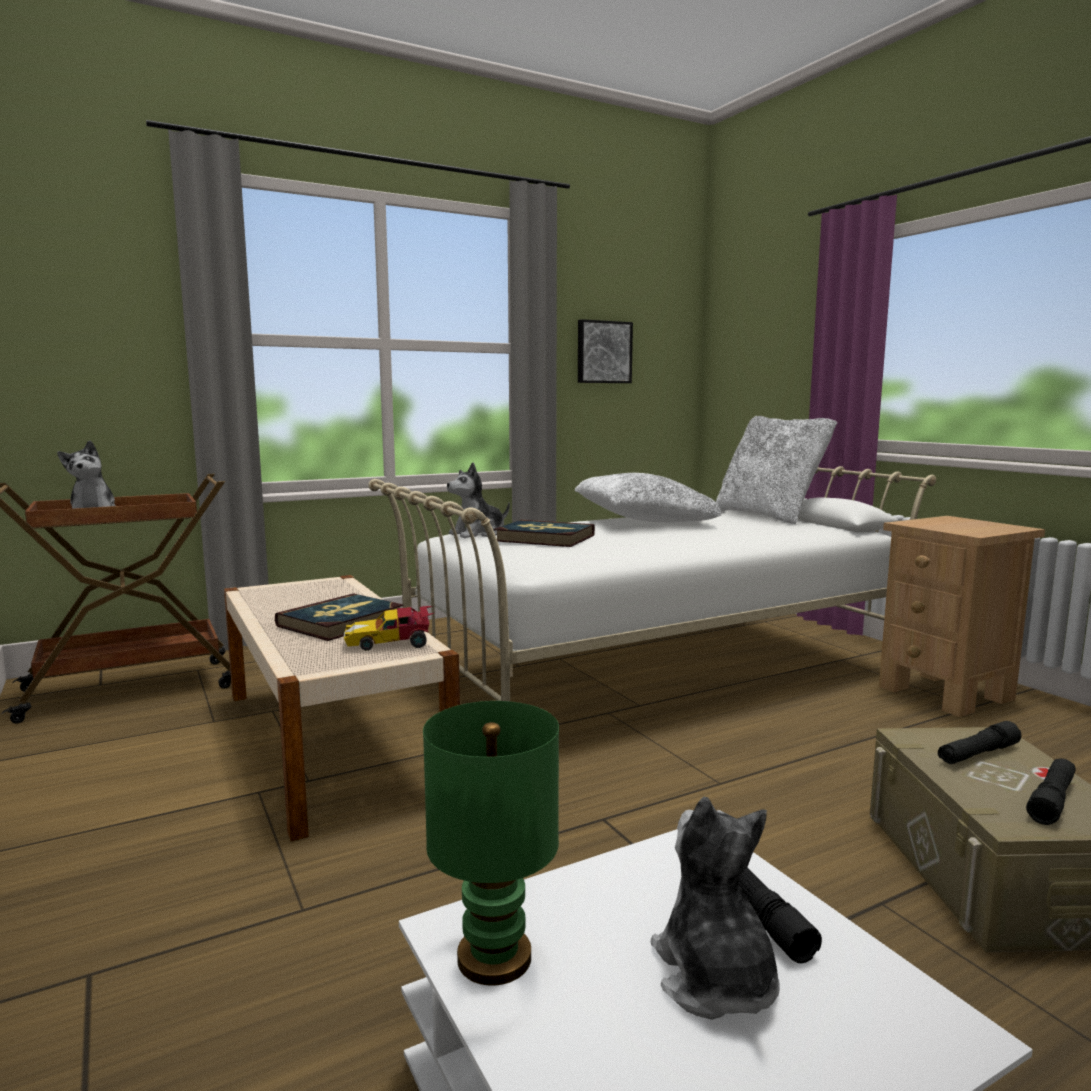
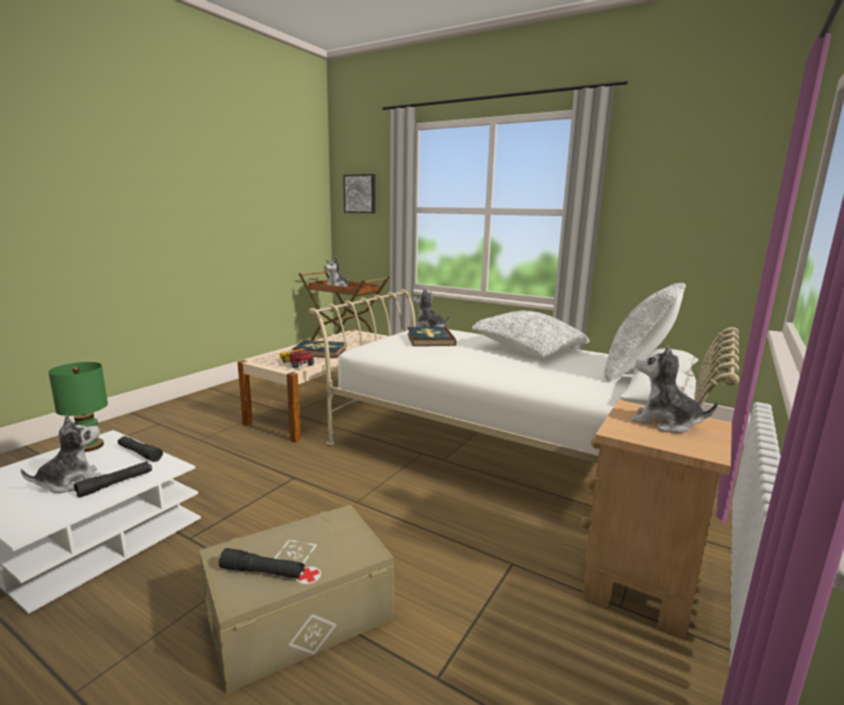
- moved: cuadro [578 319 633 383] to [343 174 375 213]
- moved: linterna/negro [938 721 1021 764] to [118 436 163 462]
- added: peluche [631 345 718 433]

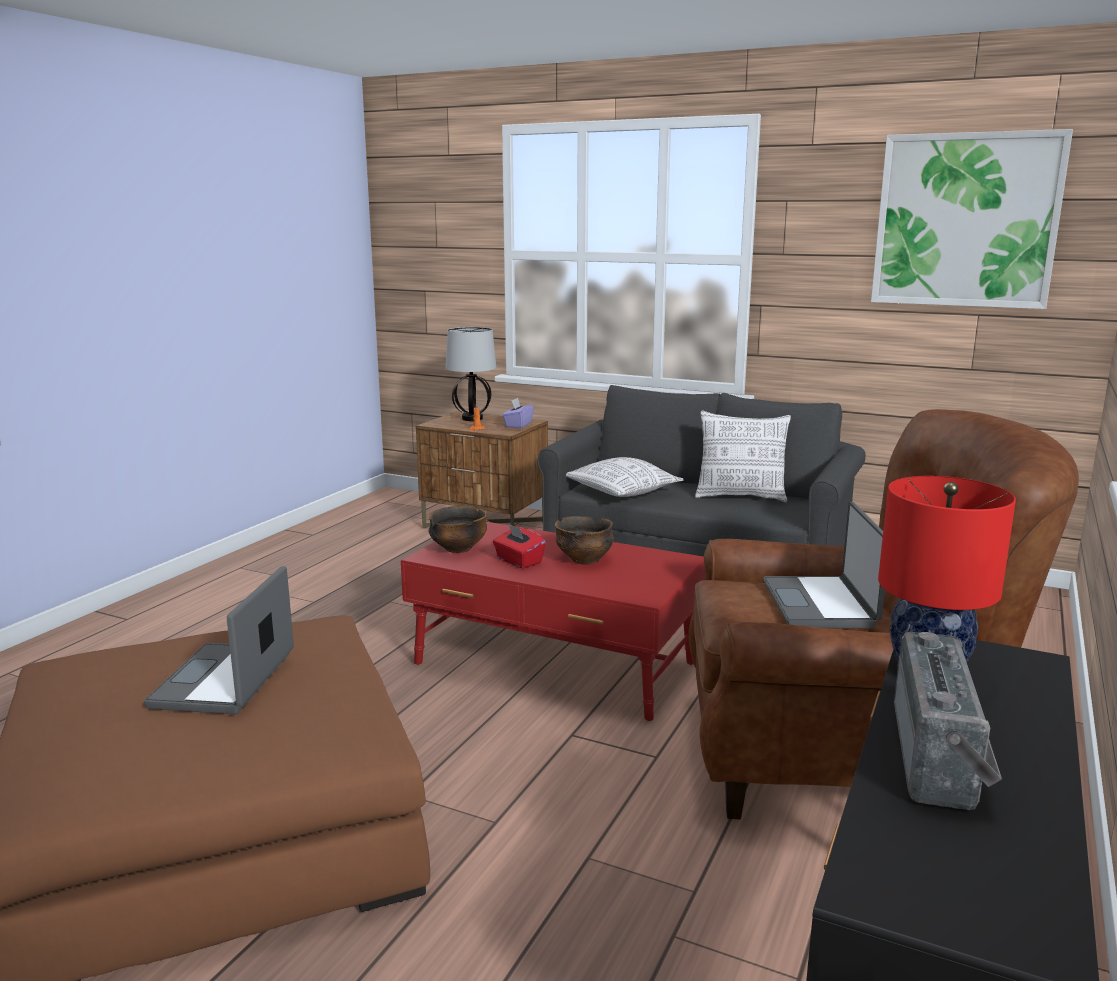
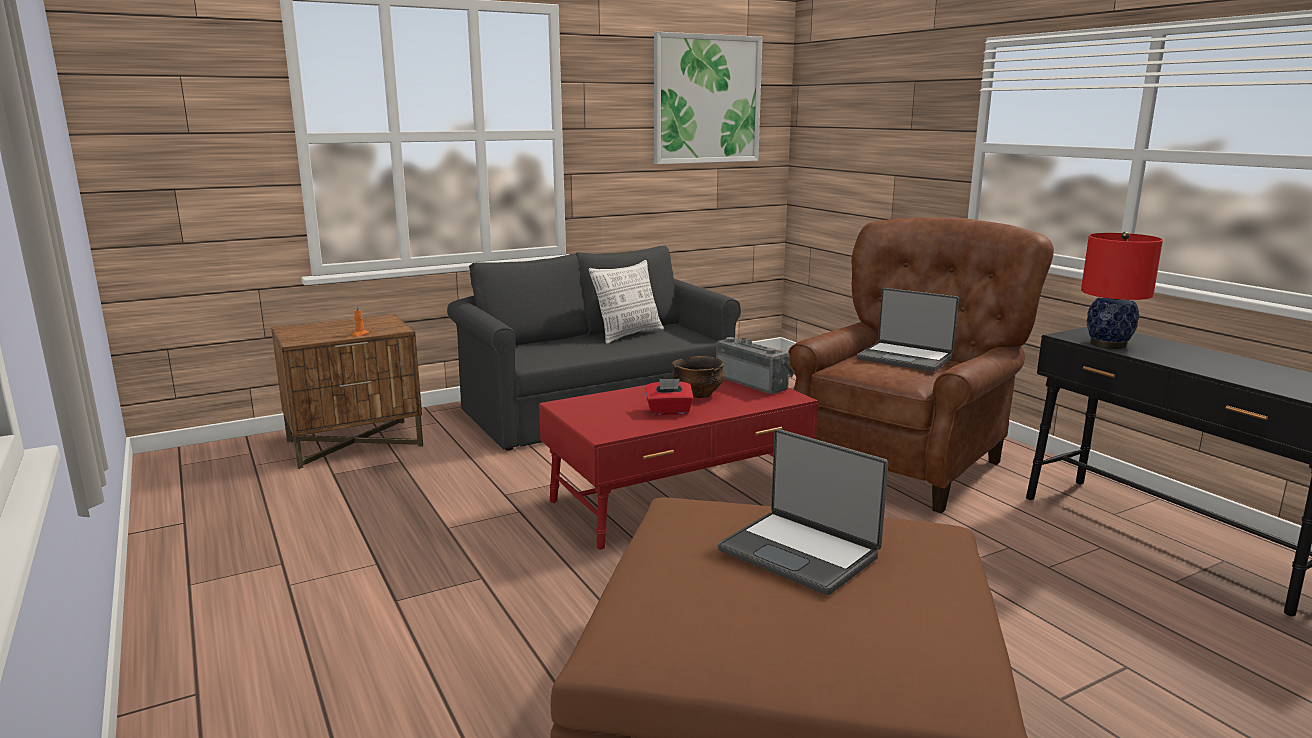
- removed: cuenco [429 506 487 553]
- removed: lámpara de mesa [446 327 496 421]
- removed: caja de pañuelos/morado [502 398 534 429]
- removed: cojín [566 457 684 497]
- moved: radio [894 632 1002 810] to [716 337 795 394]

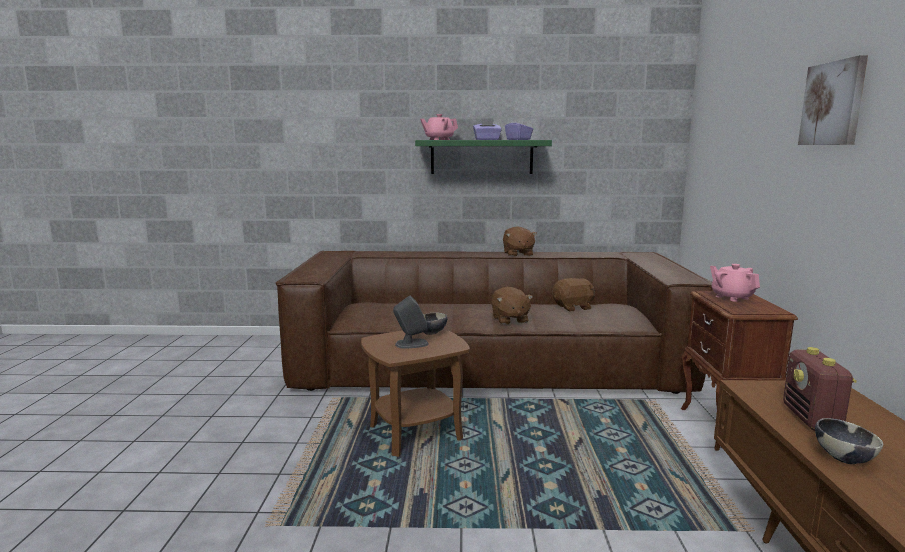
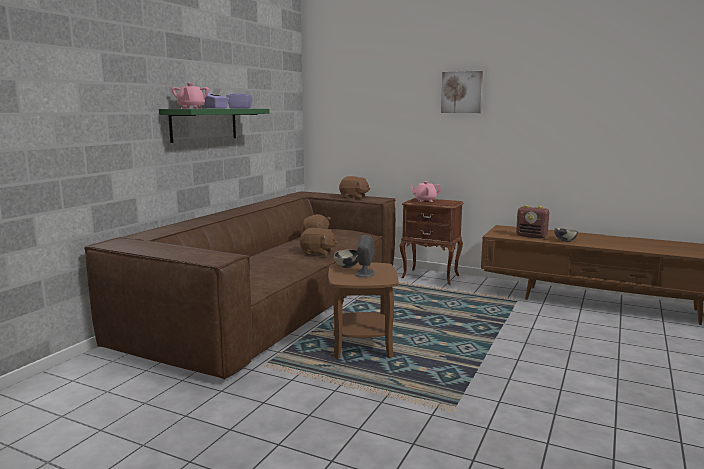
- moved: peluche/marrón [503 226 537 257] to [339 176 370 199]

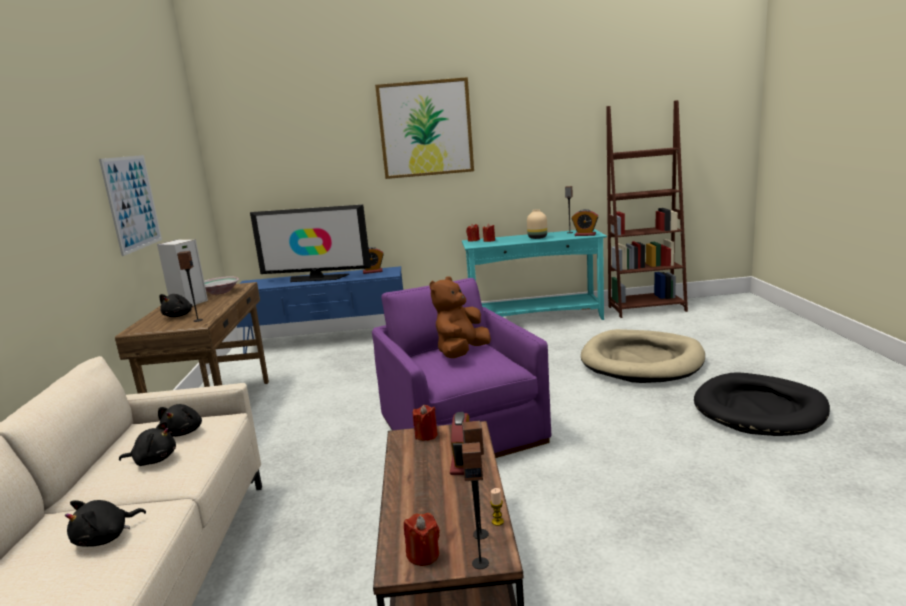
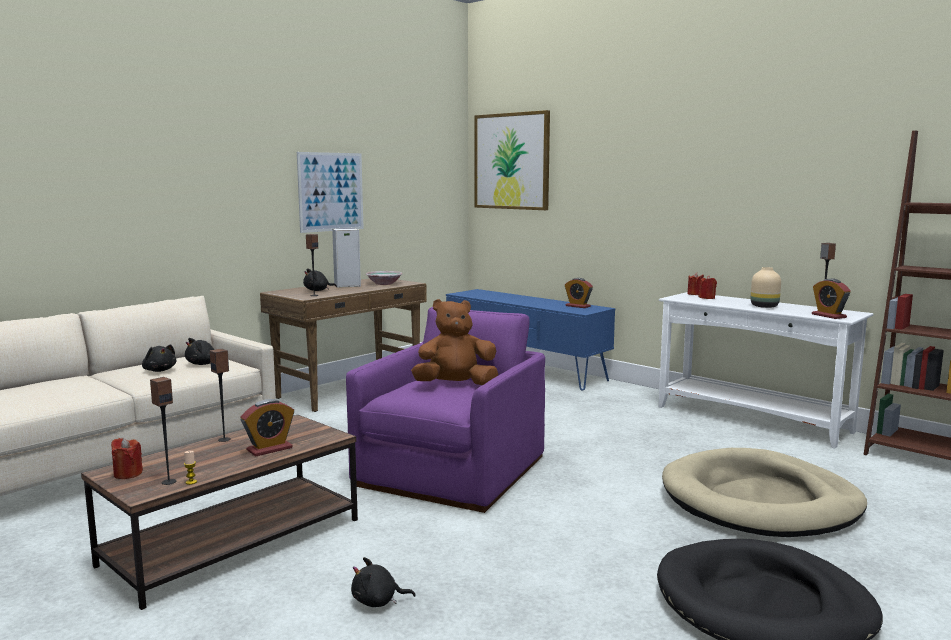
- moved: peluche/negro [65 500 146 547] to [351 557 416 607]
- removed: televisor [250 204 371 282]
- moved: cuadro [375 77 474 179] to [475 110 550 210]
- removed: vela/rojo [413 404 438 441]
- recoloured: mesa consola/turquesa [462 229 607 320] to mesa consola/blanco [658 292 873 448]
- moved: altavoz [462 442 489 569] to [210 349 231 442]

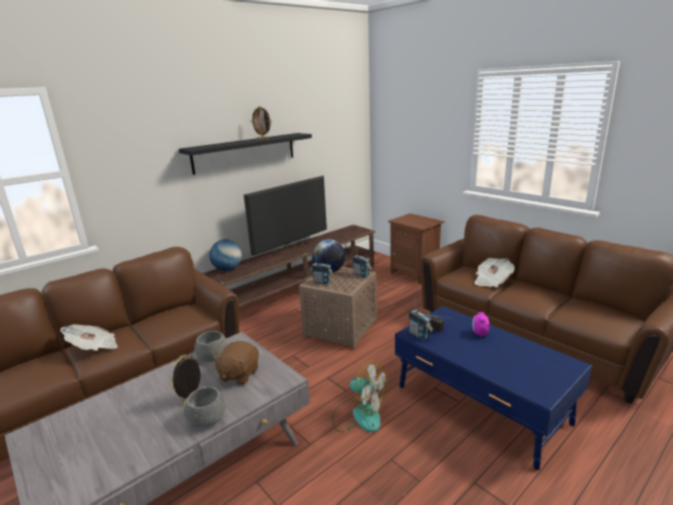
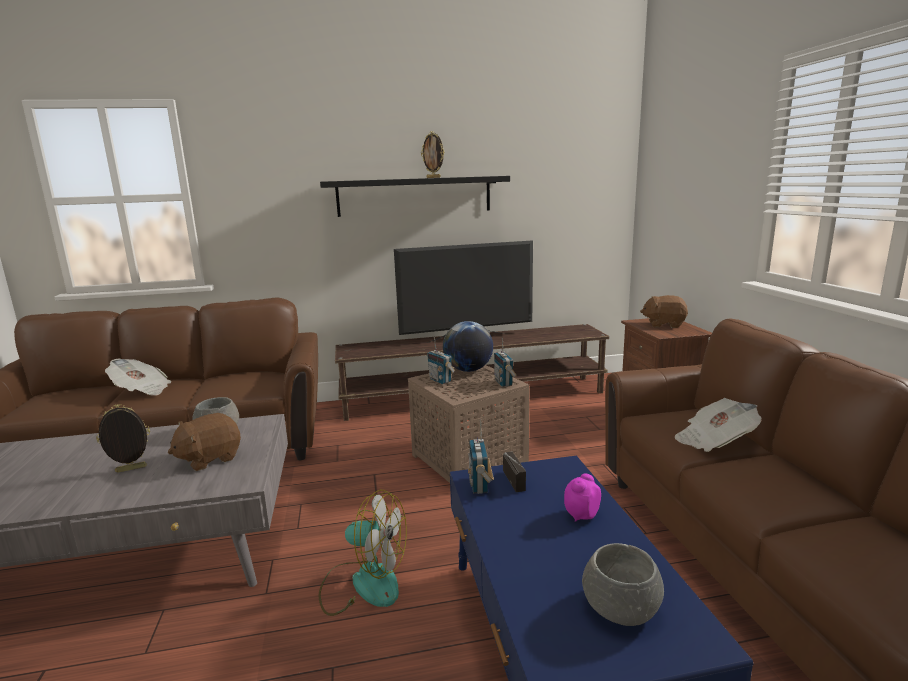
- moved: cuenco/gris [184 387 226 428] to [582 543 664 626]
- removed: globo terráqueo [209 239 242 271]
- turned: ventilador [332 361 388 432] = [318 490 407 616] 45 degrees counterclockwise
- added: peluche/marrón [640 295 688 328]

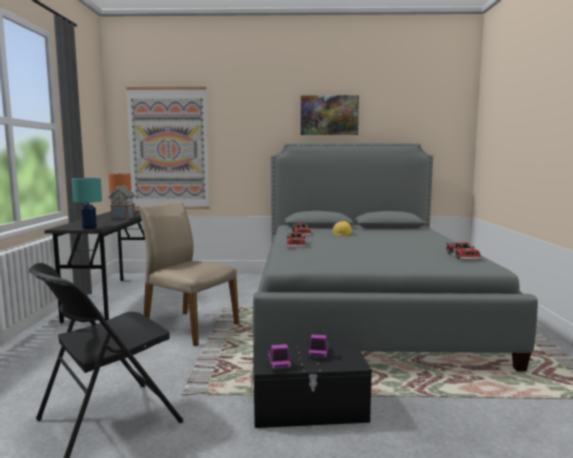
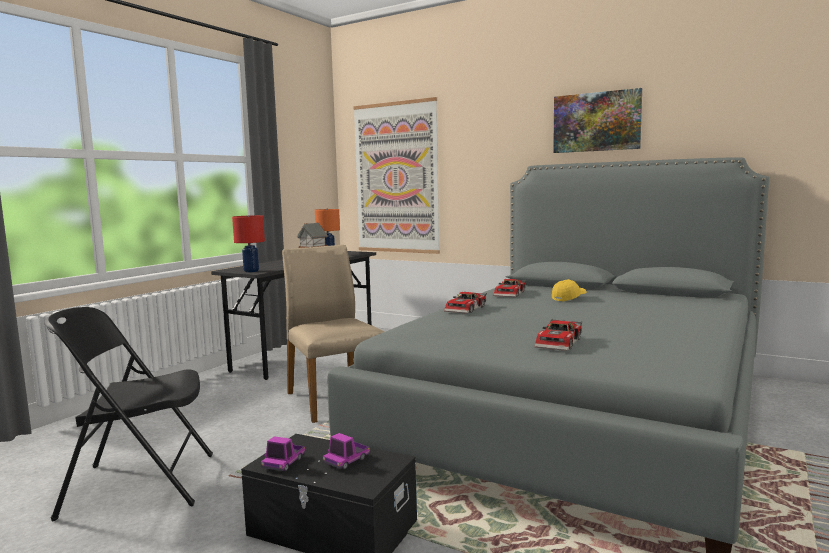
- recoloured: lámpara de mesa/turquesa [71 177 102 229] to lámpara de mesa/rojo [232 215 265 272]
- moved: coche de juguete [446 242 482 260] to [535 319 582 351]

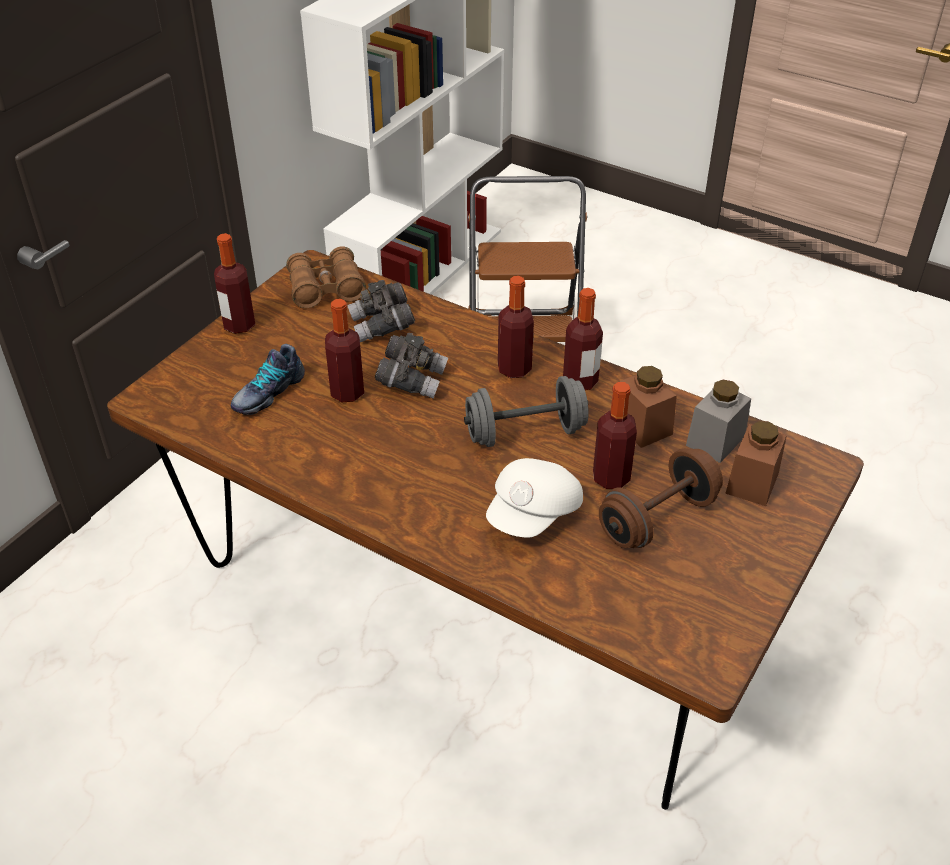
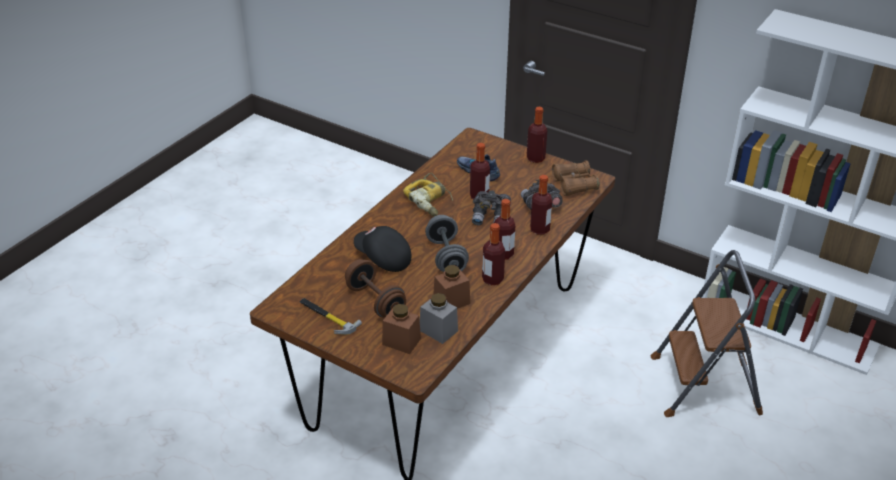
- recoloured: gorra/blanco [486 458 583 537] to gorra/negro [354 226 411 272]
- moved: botella [593 382 637 489] to [530 175 552 234]
- added: martillo [300 298 362 335]
- added: taladro [403 172 453 216]

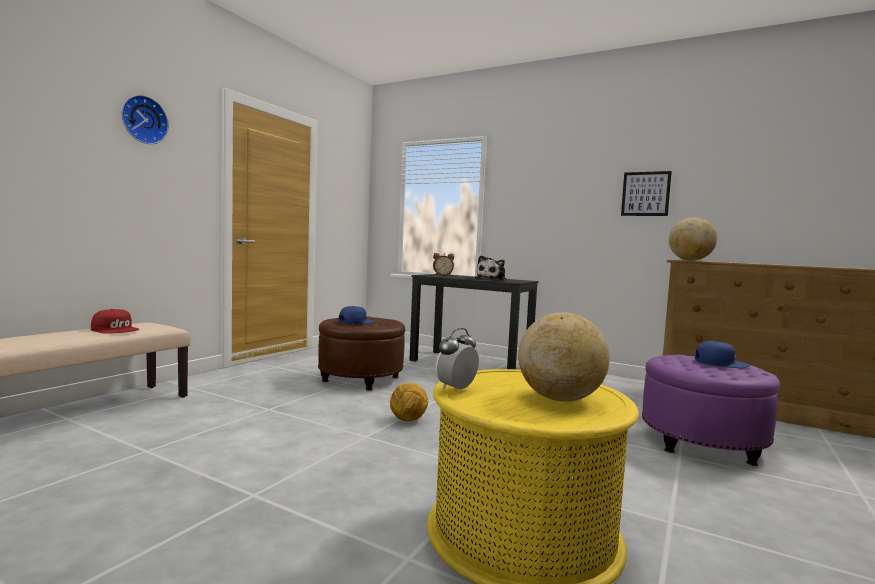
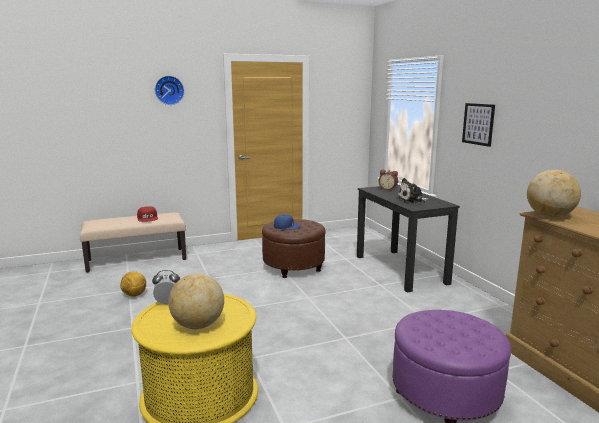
- moved: balón de fútbol [390 383 428 421] to [120 271 146 296]
- moved: cuadro [621 171 672 216] to [462 103 495 147]
- removed: gorra/azul [695 341 750 368]

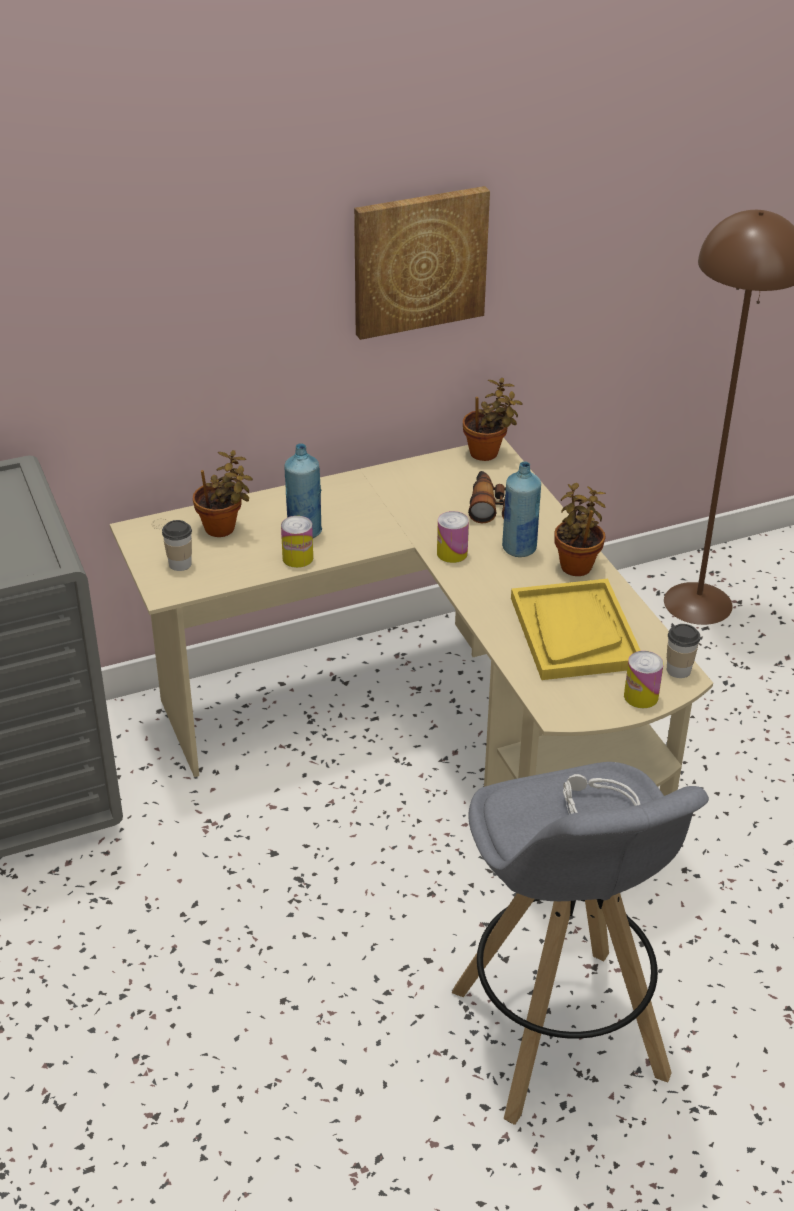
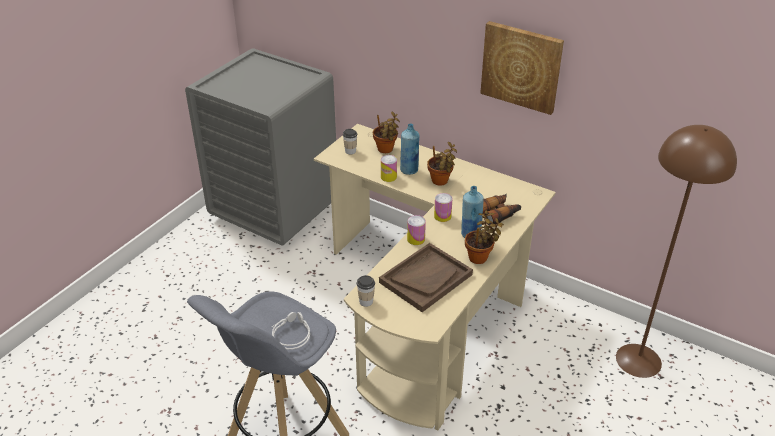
- moved: planta en maceta [463 378 523 461] to [427 142 457 186]
- recoloured: bandeja/amarillo [511 579 641 680] to bandeja/marrón [379 243 473 312]
- moved: lata [624 651 664 708] to [407 215 426 245]
- moved: taza [667 624 700 678] to [357 275 375 307]

